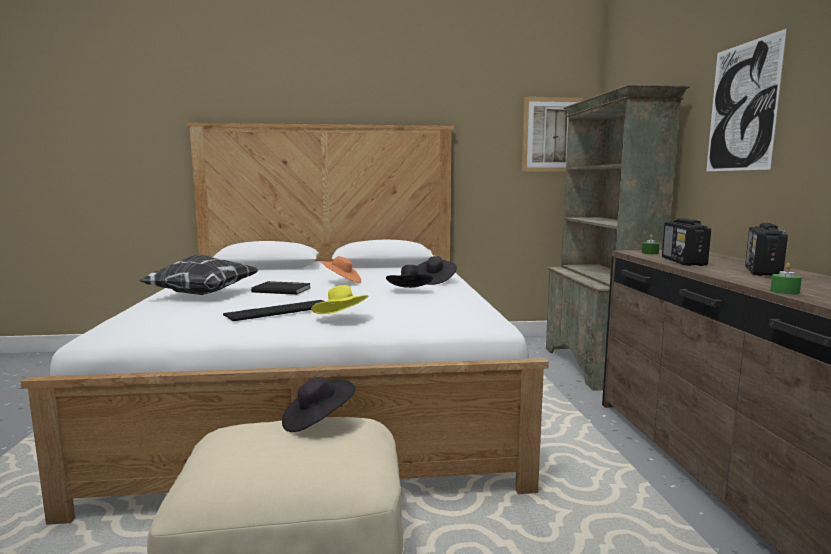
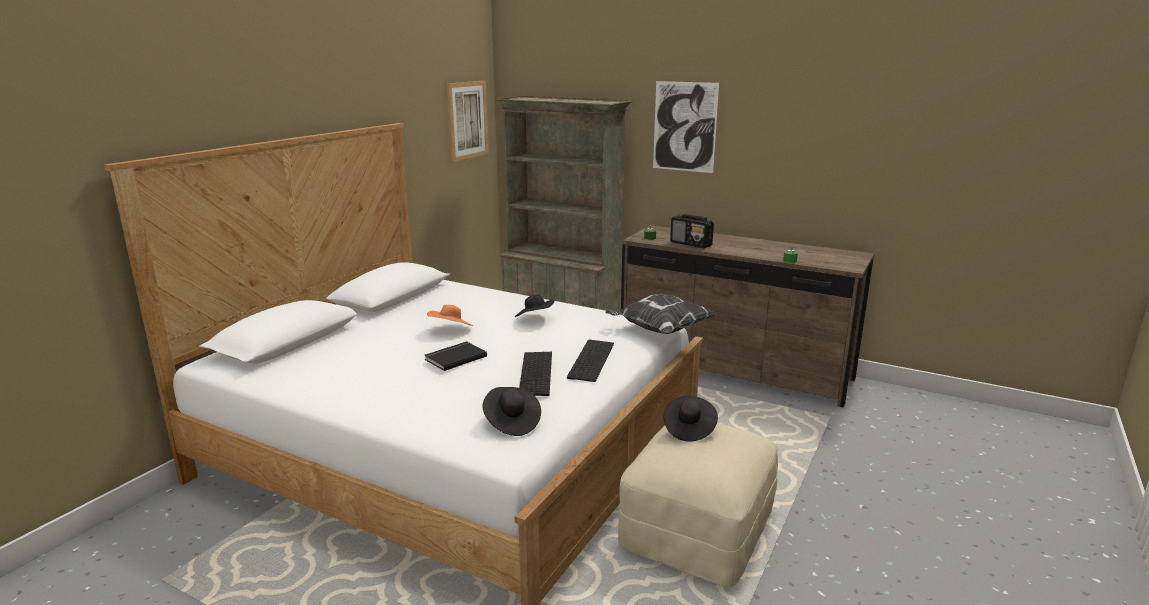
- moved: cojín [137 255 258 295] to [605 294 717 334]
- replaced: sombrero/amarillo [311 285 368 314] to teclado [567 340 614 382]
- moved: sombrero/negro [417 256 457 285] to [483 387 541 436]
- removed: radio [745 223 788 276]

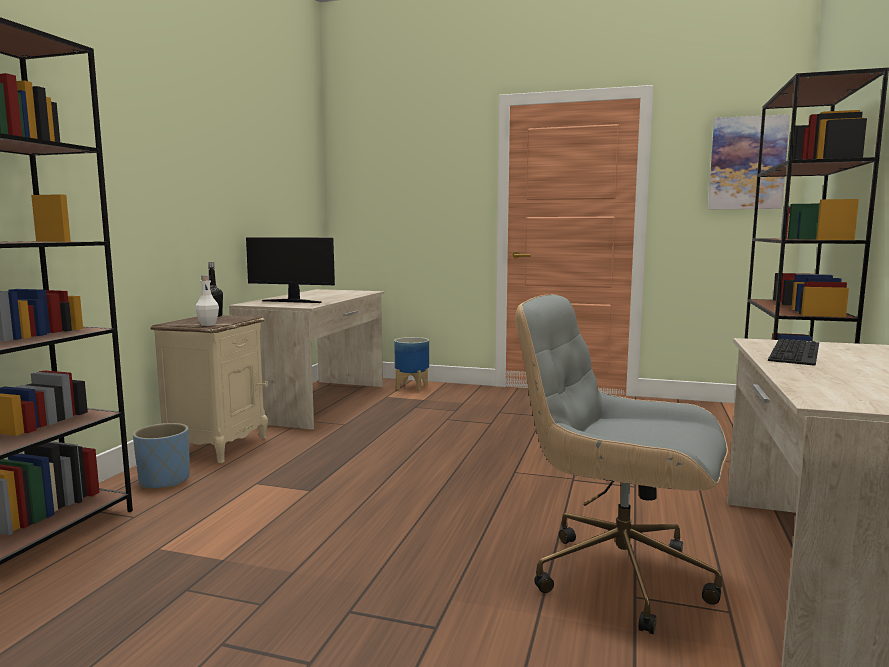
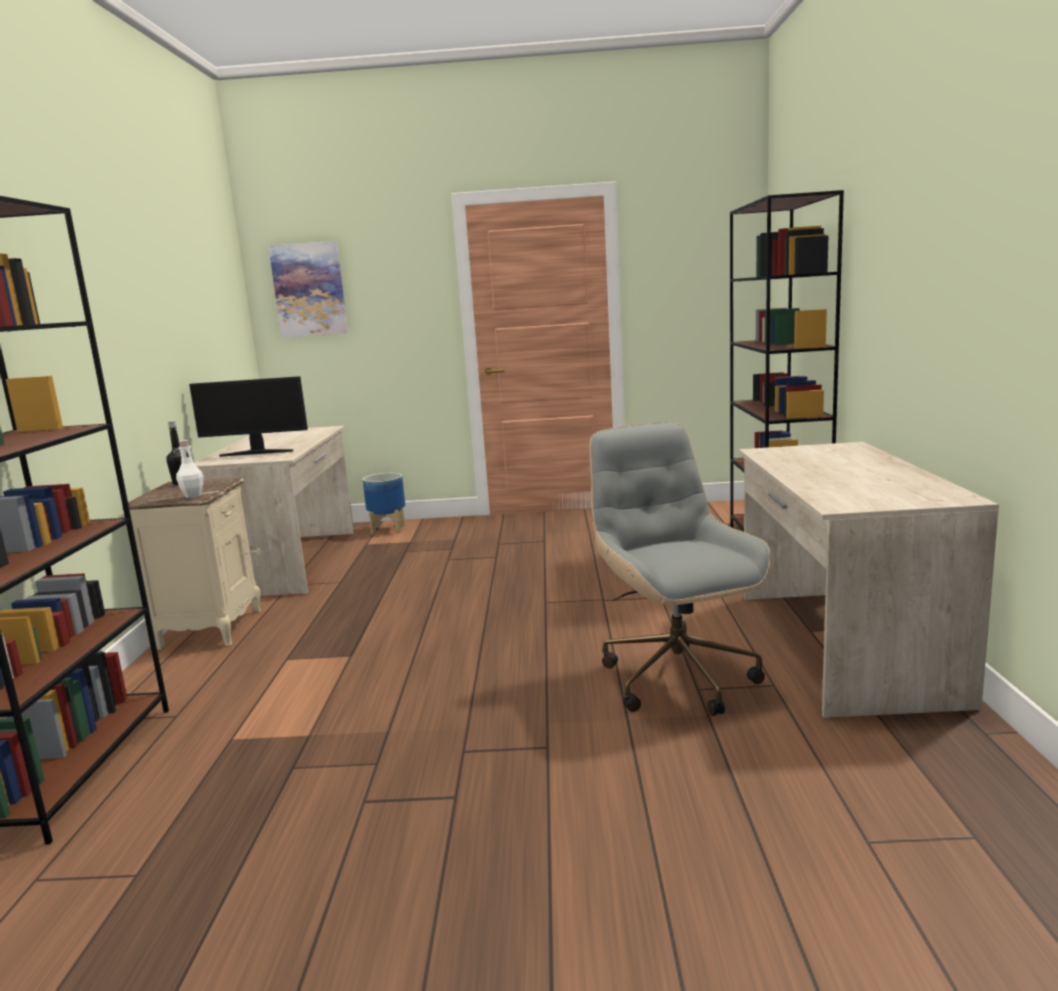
- removed: maceta/azul [133 423 190 488]
- turned: silla de oficina/gris [516 294 728 634] = [589 422 771 716] 60 degrees clockwise
- moved: cuadro [708 114 790 209] to [268 241 348 337]
- removed: teclado [768 339 819 366]

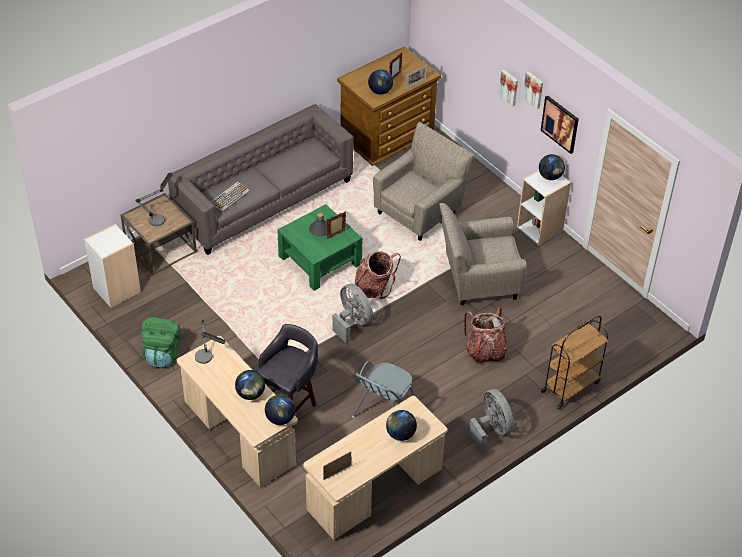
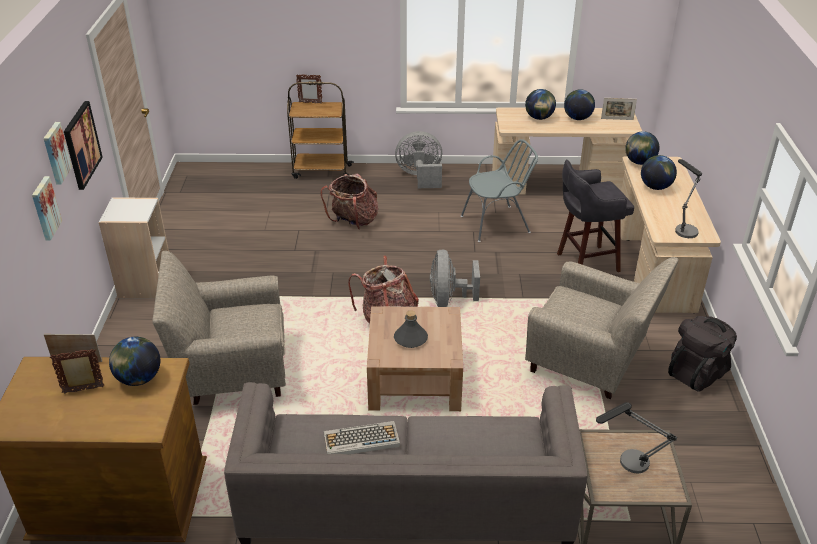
- removed: estantería [84 224 141 308]
- recoloured: mochila/verde [141 317 180 368] to mochila/negro [668 316 737 392]
- moved: teclado [211 182 250 212] to [323 421 400 454]
- recoloured: mesa de centro/verde [277 204 362 291] to mesa de centro/marrón [367 306 463 411]
- moved: portarretratos [327 212 346 239] to [296 74 323 103]
- moved: sillón/beis [440 203 527 305] to [525 257 679 399]
- turned: ventilador/gris [469 389 514 451] = [395 131 442 188] 75 degrees clockwise
- moved: globo terráqueo [539 154 565 180] to [564 89 595 120]

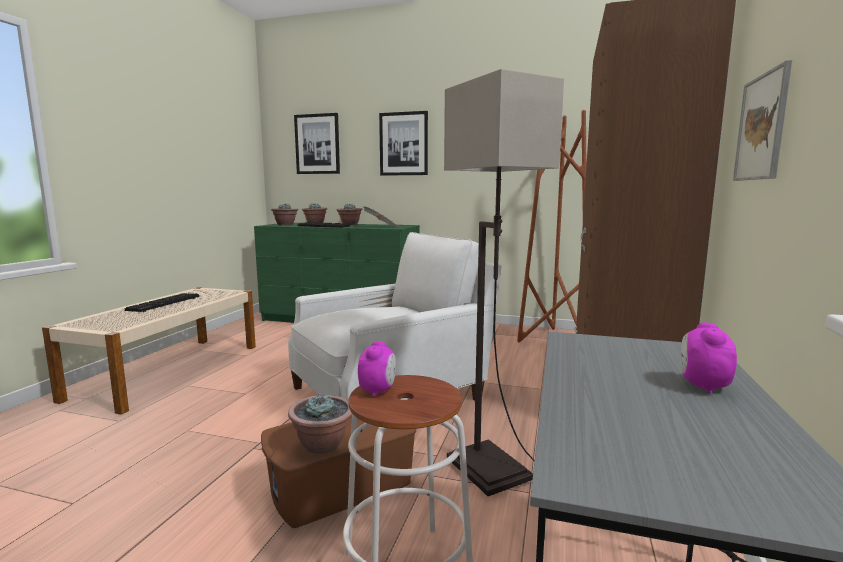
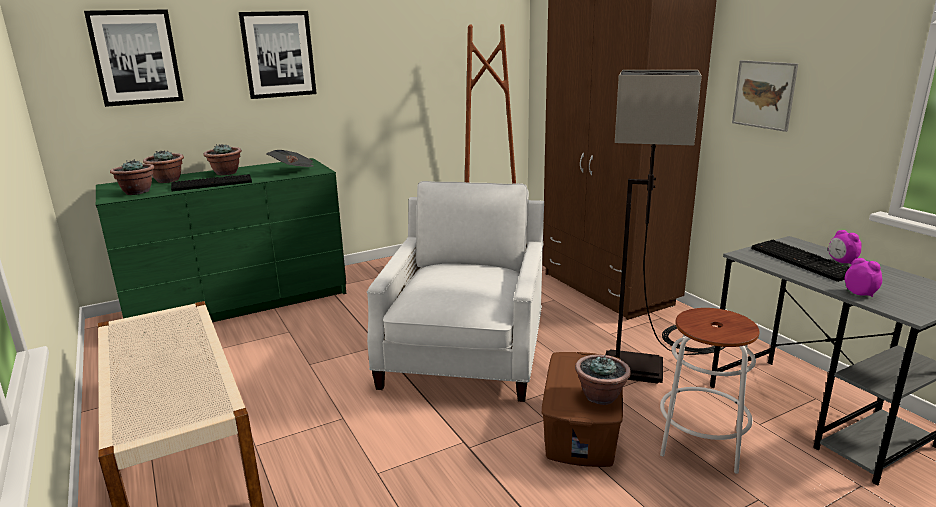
- moved: teclado [124 293 199 312] to [751 240 850 282]
- moved: despertador [358 341 396 397] to [845 258 882 297]

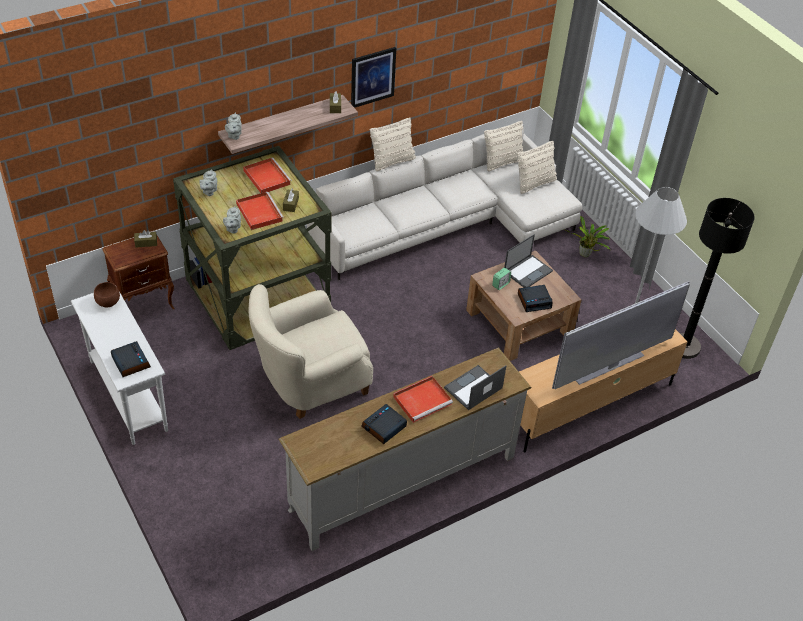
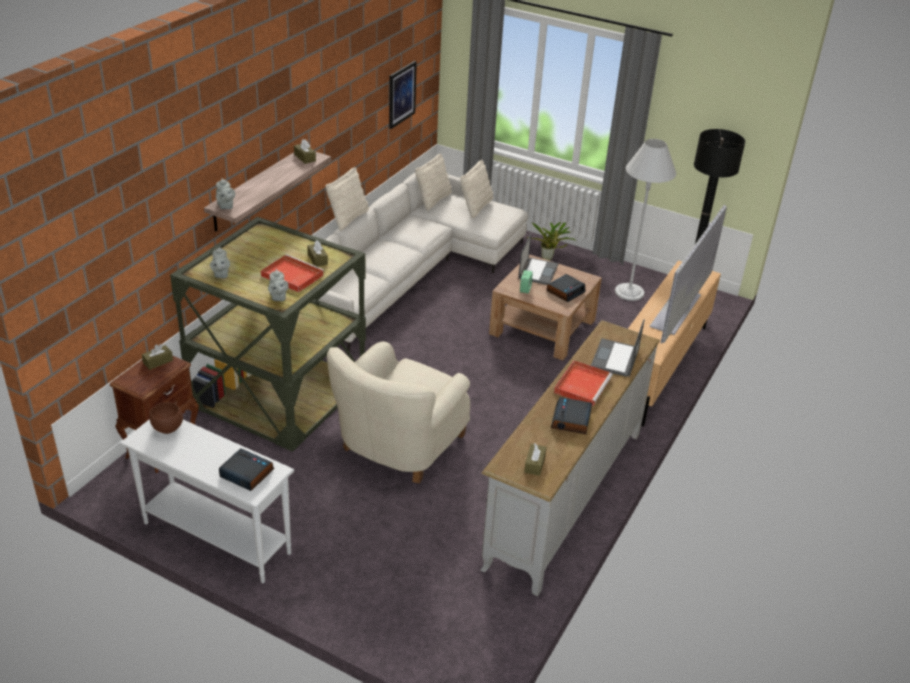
- removed: bandeja/rojo [243 157 292 193]
- moved: cuadro [351 47 396 108] to [389 61 417 129]
- added: caja de pañuelos/marrón [524 443 546 476]

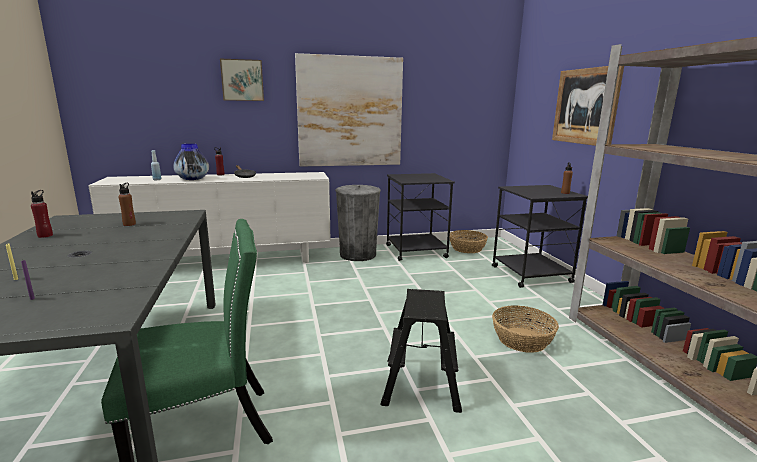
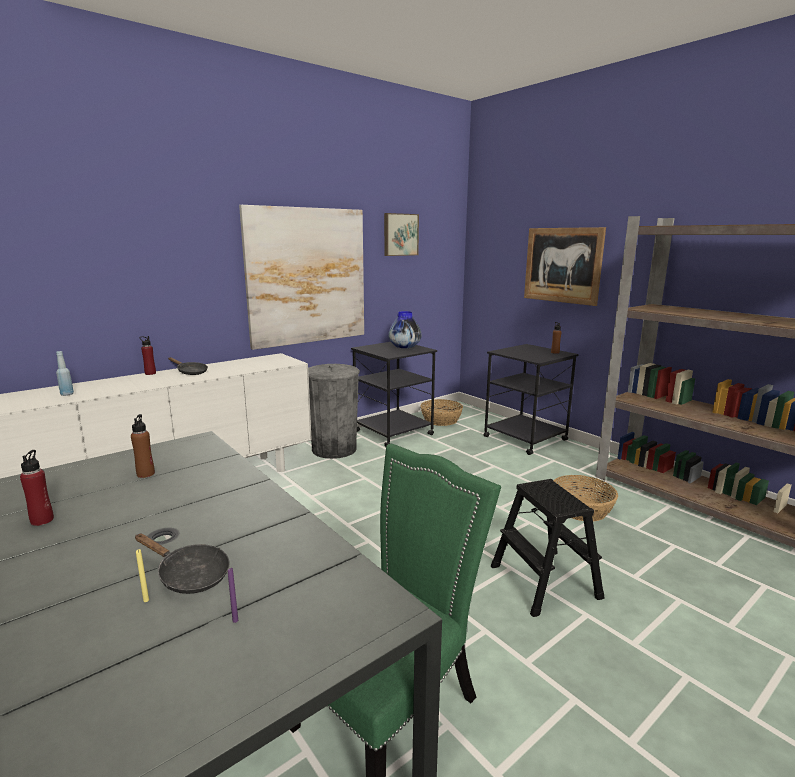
- moved: florero [173 144 209 180] to [388 311 422 348]
- moved: cuadro [220 58 264 101] to [384 213 419 256]
- added: sartén/negro [135 534 230 594]

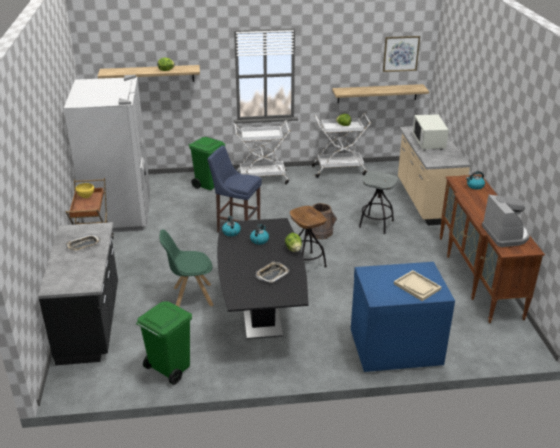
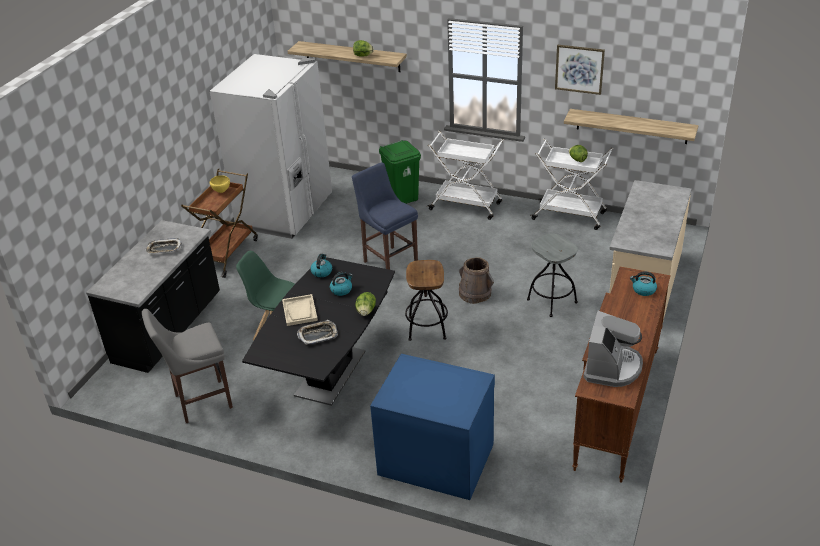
- replaced: papelera/verde [136 301 192 385] to taburete/gris [142 309 233 423]
- moved: cuadro [383 36 420 72] to [555 45 605 95]
- moved: bandeja/beis [394 270 441 301] to [282 294 318 326]
- removed: microondas/blanco [413 115 449 150]

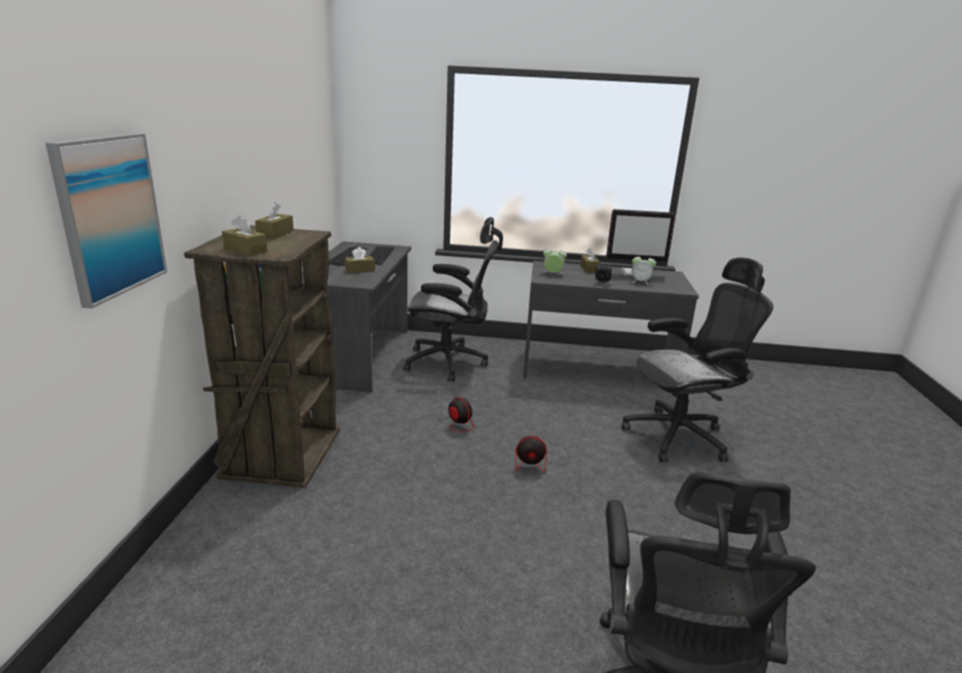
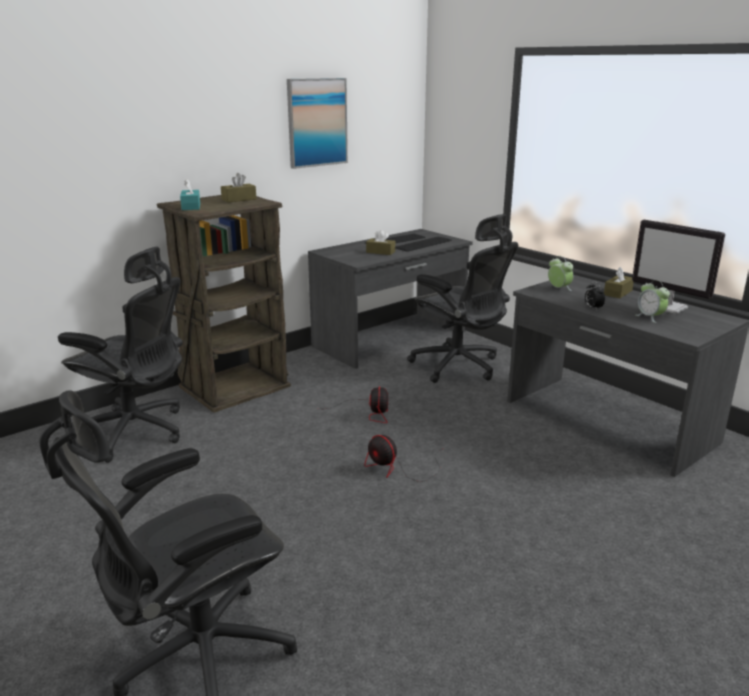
- moved: cuadro [46 133 167 309] to [287 78 348 169]
- recoloured: caja de pañuelos/marrón [222 215 267 256] to caja de pañuelos/turquesa [180 179 200 210]
- moved: silla de oficina [622 257 773 462] to [58 247 183 463]

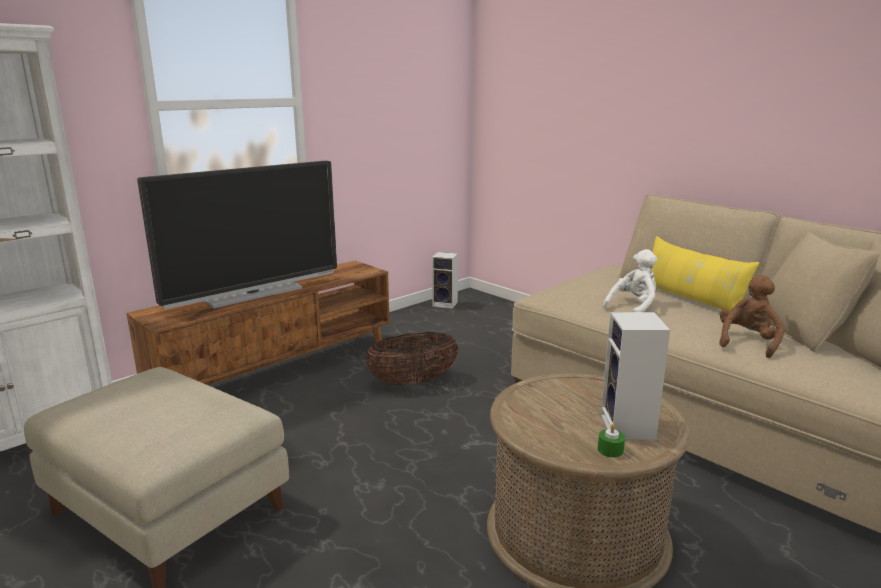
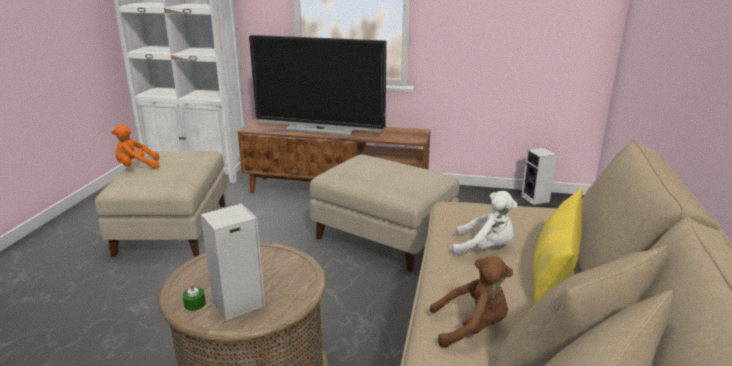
- replaced: cesta [365 332 458 386] to puf/beis [309 154 459 272]
- added: peluche/naranja [111 125 159 169]

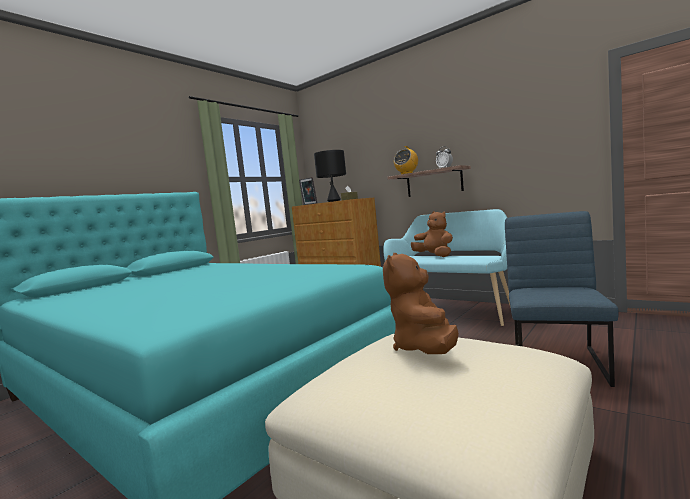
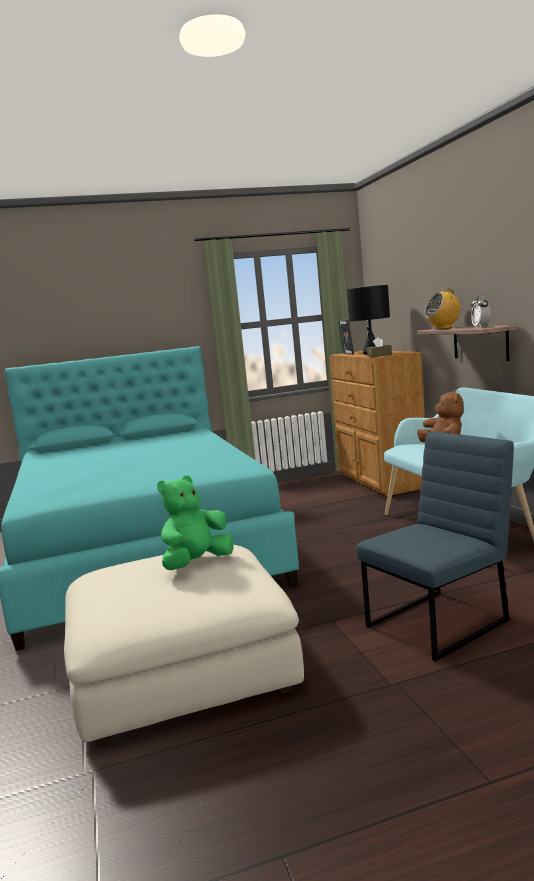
- recoloured: peluche/marrón [383 253 459 354] to peluche/verde [157 476 234 570]

